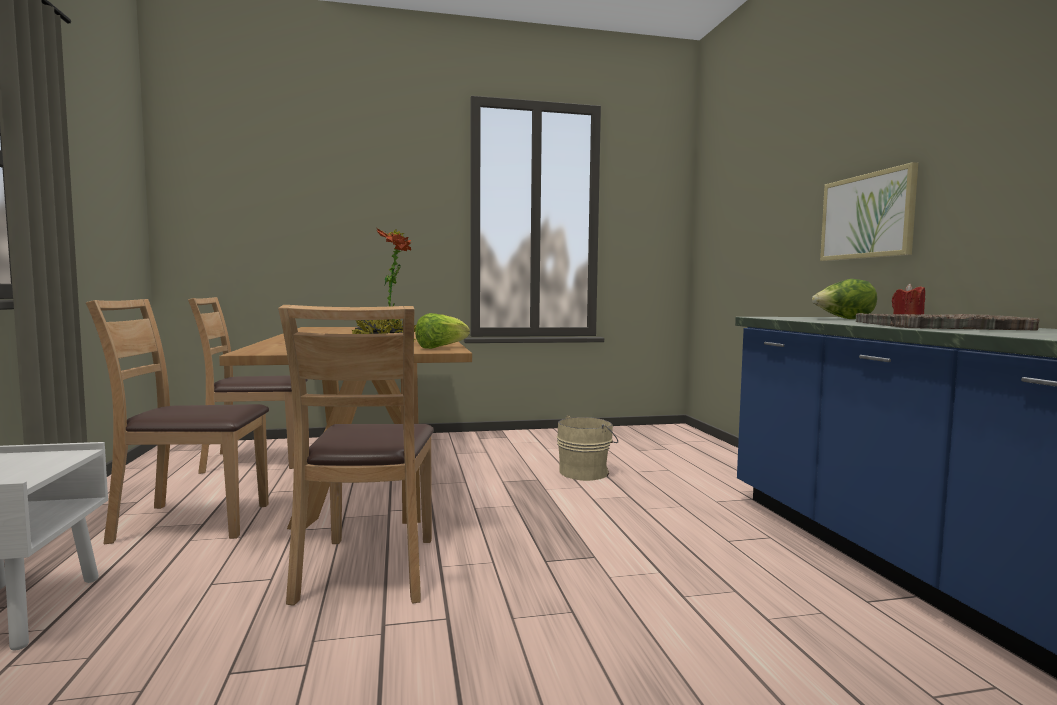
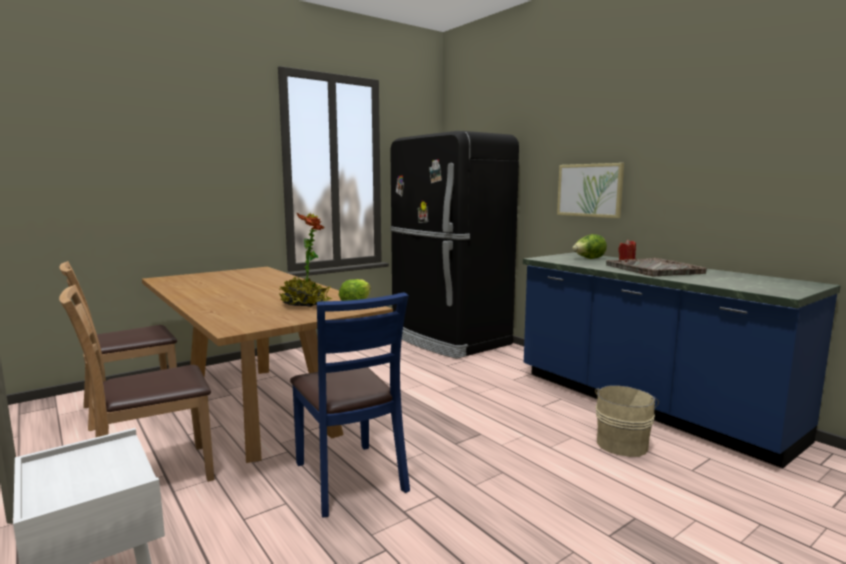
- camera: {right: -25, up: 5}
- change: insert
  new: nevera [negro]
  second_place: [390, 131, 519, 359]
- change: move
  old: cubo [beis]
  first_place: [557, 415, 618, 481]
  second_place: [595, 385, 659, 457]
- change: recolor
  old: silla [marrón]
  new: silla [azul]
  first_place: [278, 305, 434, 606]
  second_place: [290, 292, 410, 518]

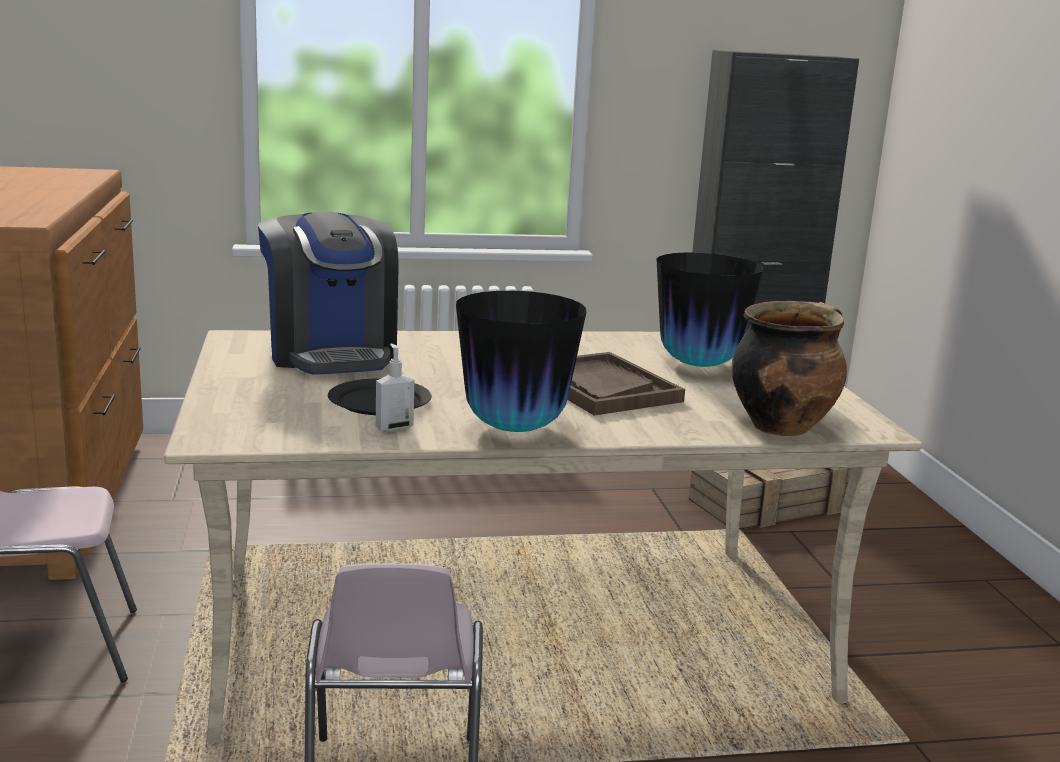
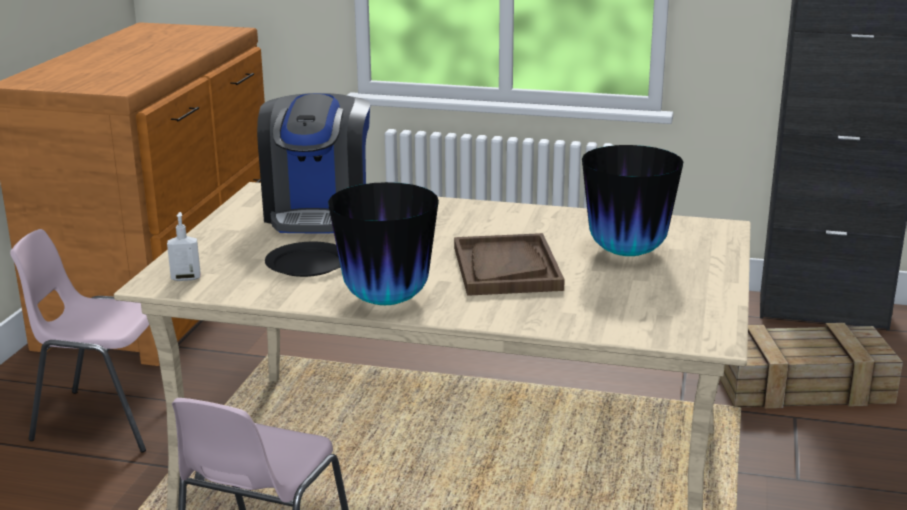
- camera: {right: 25, up: 5}
- change: delete
  old: olla
  first_place: [732, 301, 847, 436]
- change: move
  old: dispensador de jabón
  first_place: [376, 344, 414, 432]
  second_place: [167, 212, 201, 281]

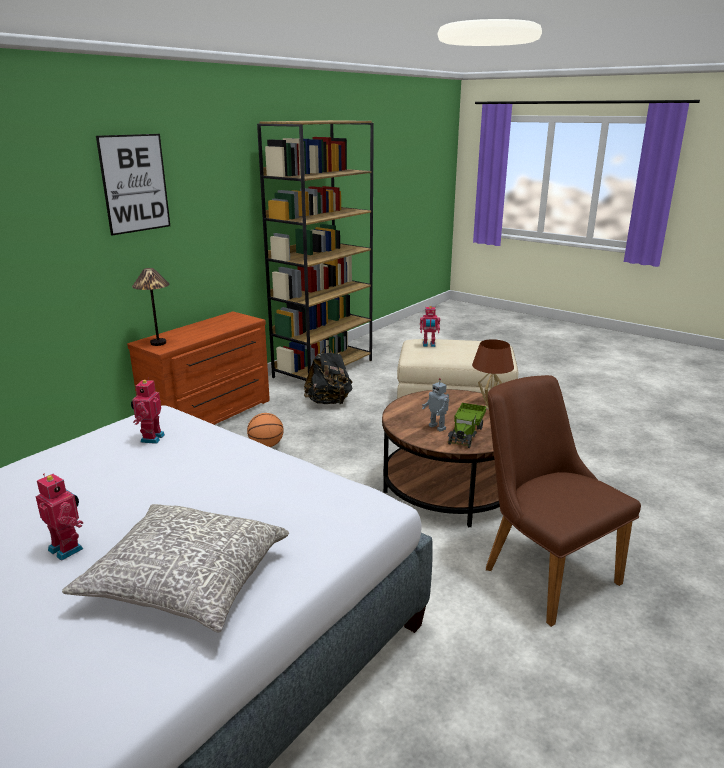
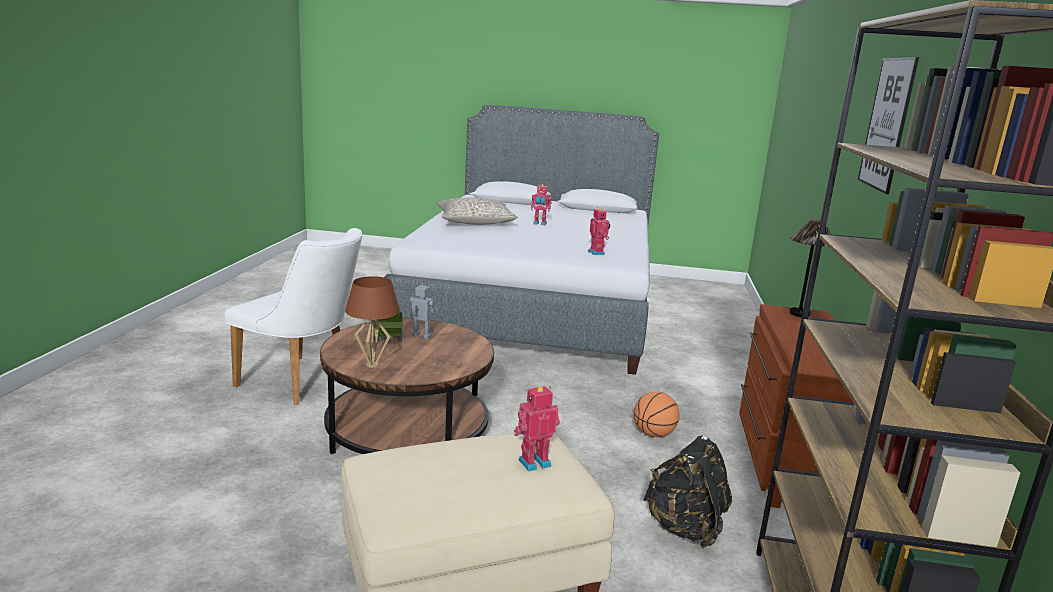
- camera: {right: 150, up: -5}
- change: recolor
  old: silla [marrón]
  new: silla [blanco]
  first_place: [486, 375, 641, 627]
  second_place: [225, 228, 362, 405]

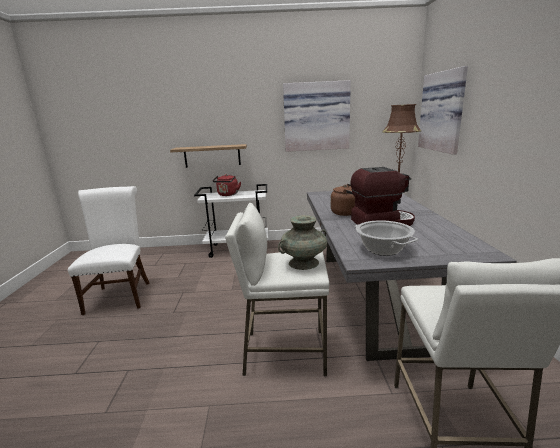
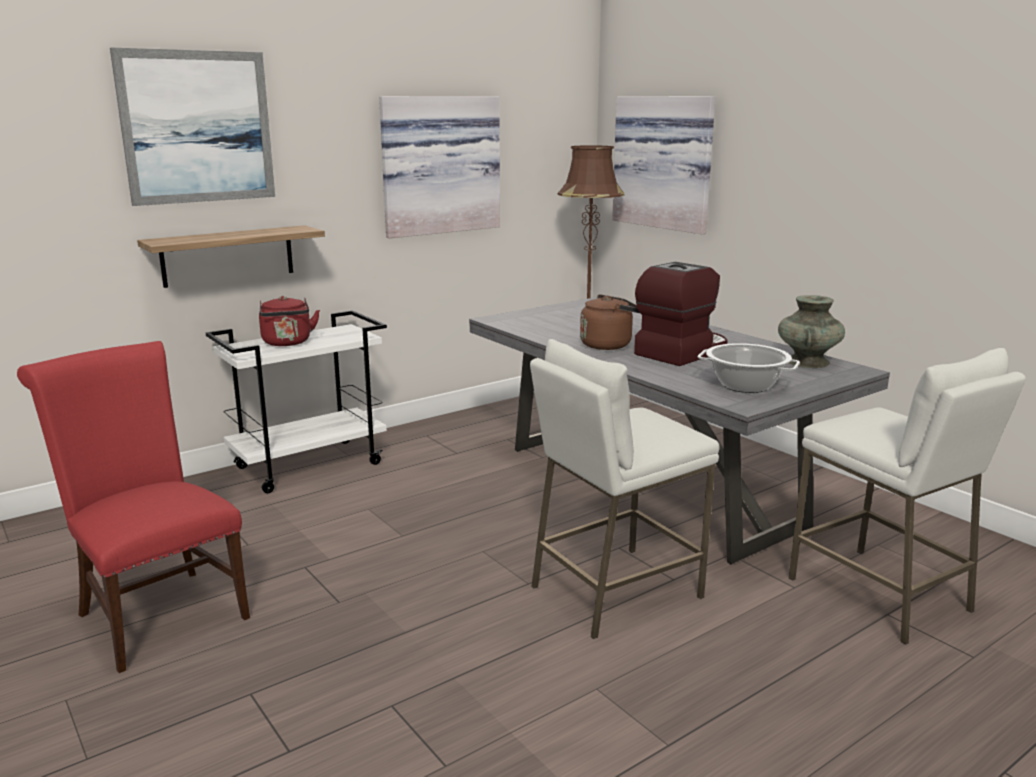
- camera: {right: -35, up: 0}
- change: insert
  new: cuadro
  second_place: [110, 48, 275, 206]
- change: move
  old: florero [turquesa]
  first_place: [278, 215, 327, 270]
  second_place: [778, 295, 845, 368]
- change: recolor
  old: silla [blanco]
  new: silla [rojo]
  first_place: [68, 186, 150, 315]
  second_place: [17, 341, 250, 673]

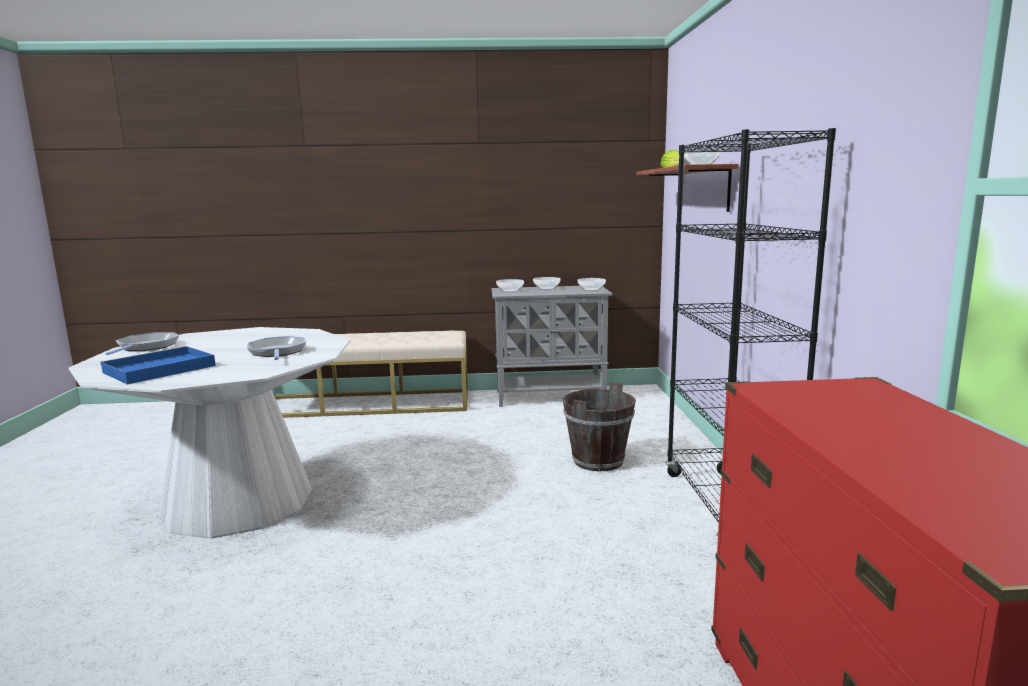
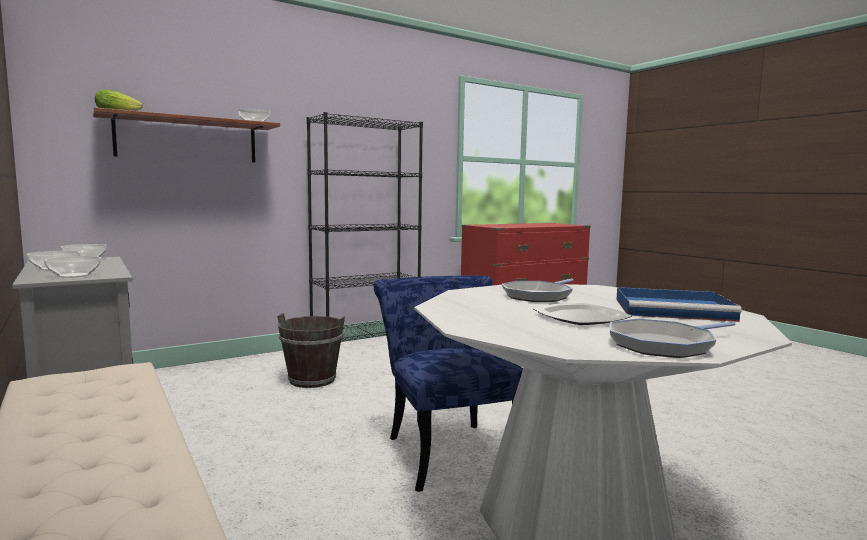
- camera: {right: -120, up: -5}
- change: insert
  new: silla [azul]
  second_place: [374, 275, 523, 492]
- change: insert
  new: plato
  second_place: [533, 303, 632, 325]

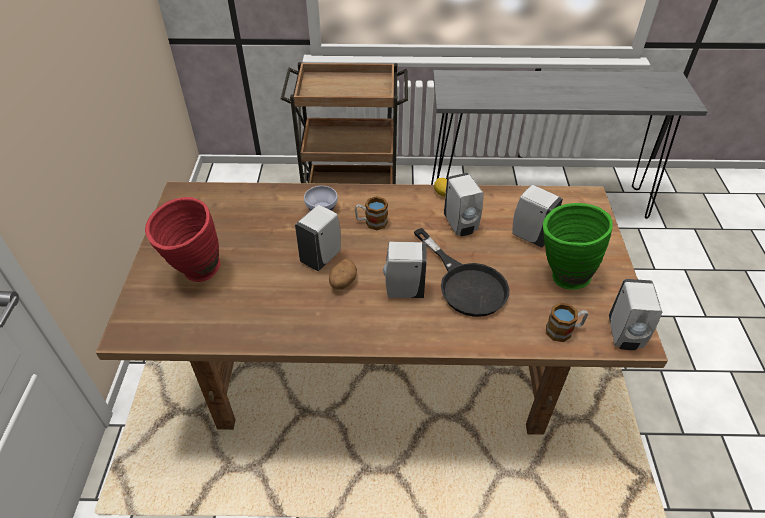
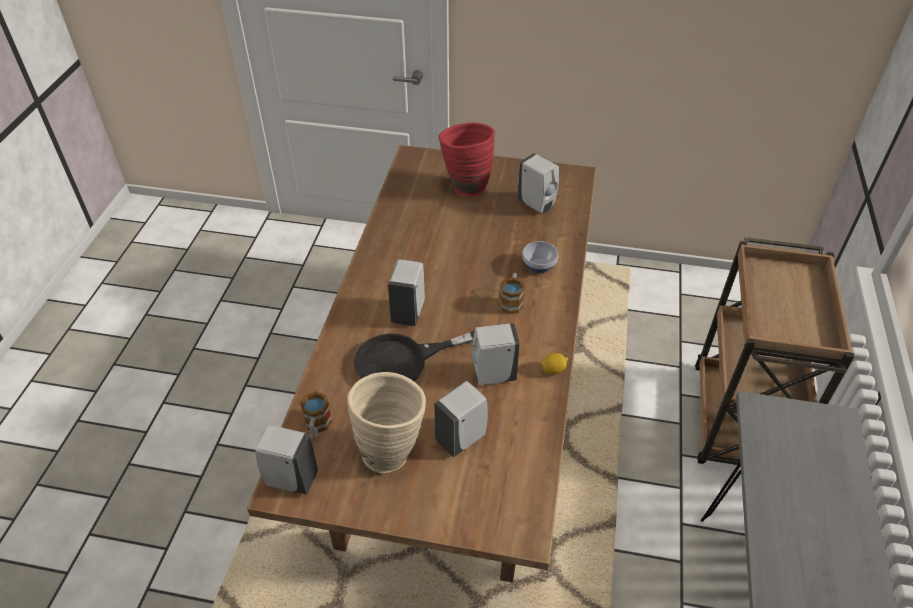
- camera: {right: 100, up: 0}
- change: delete
  old: patata
  first_place: [329, 259, 357, 289]
- change: move
  old: dispensador de jabón [blanco]
  first_place: [295, 205, 341, 271]
  second_place: [517, 153, 559, 213]
- change: recolor
  old: florero [verde]
  new: florero [beis]
  first_place: [543, 203, 613, 290]
  second_place: [347, 372, 426, 473]

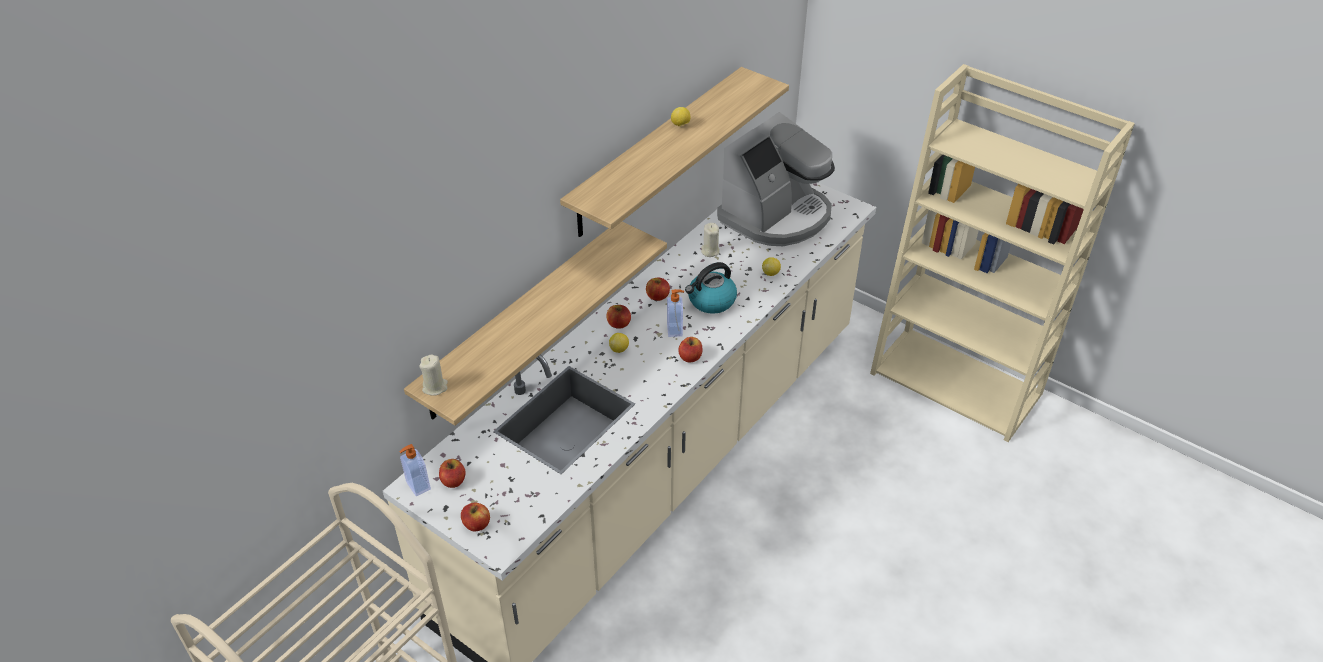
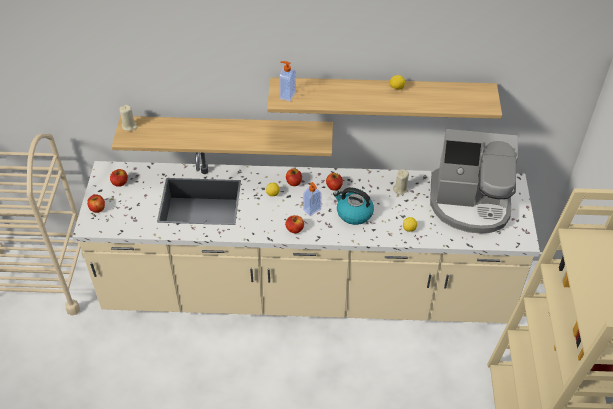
- camera: {right: 55, up: 5}
- change: move
  old: dispensador de jabón
  first_place: [400, 444, 431, 496]
  second_place: [279, 61, 296, 101]

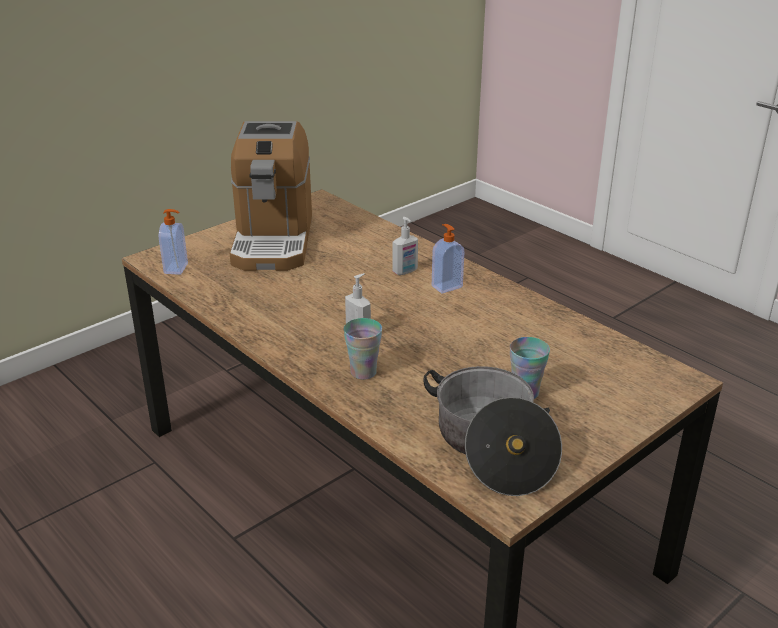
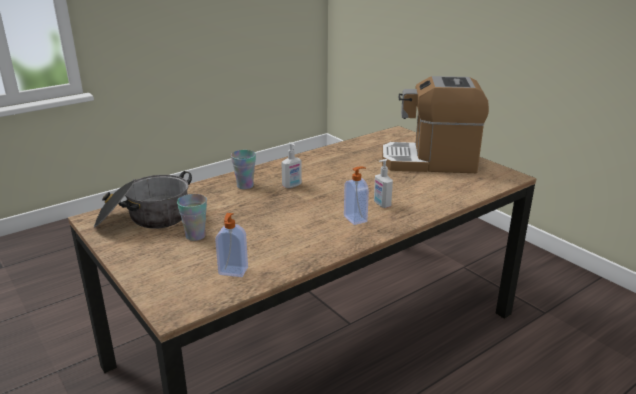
- camera: {right: 95, up: -5}
- change: move
  old: dispensador de jabón
  first_place: [159, 209, 188, 275]
  second_place: [215, 213, 248, 277]

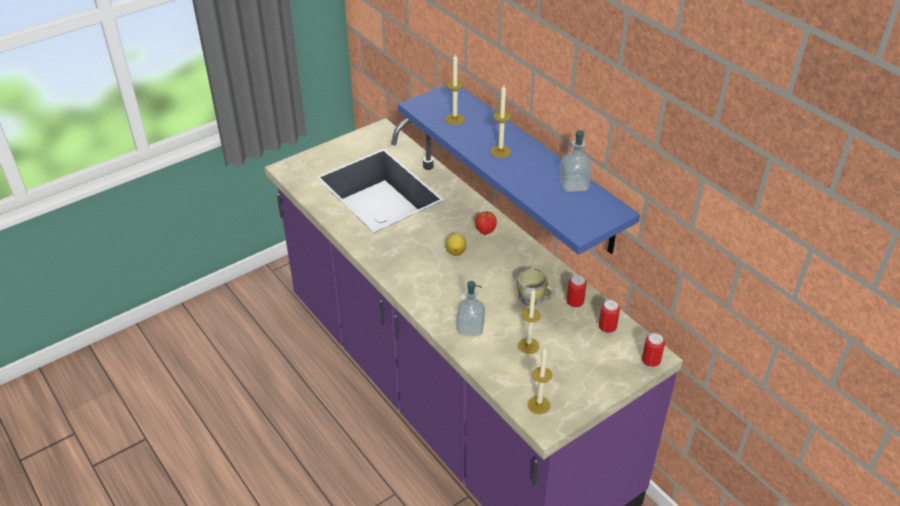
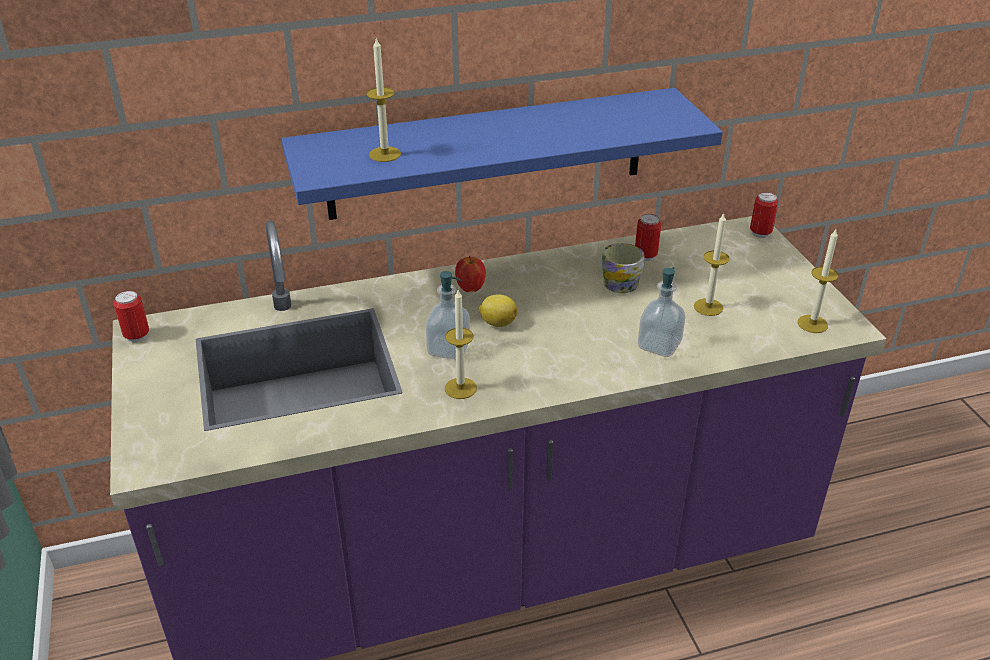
- camera: {right: -70, up: -5}
- change: move
  old: vela
  first_place: [491, 85, 511, 158]
  second_place: [445, 290, 477, 399]
- change: move
  old: dispensador de jabón
  first_place: [560, 130, 592, 192]
  second_place: [426, 271, 470, 360]
- change: move
  old: lata
  first_place: [599, 300, 620, 334]
  second_place: [113, 290, 149, 342]

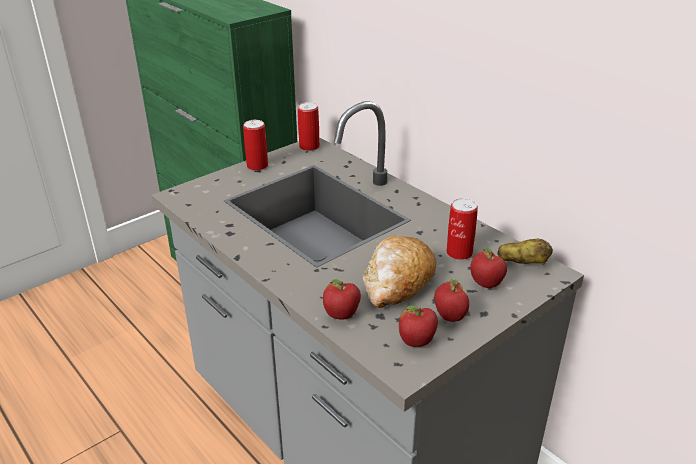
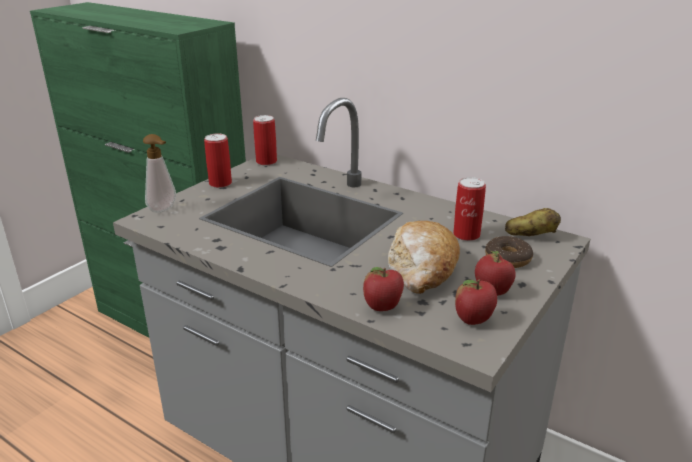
- camera: {right: -15, up: -5}
- change: insert
  new: dispensador de jabón
  second_place: [143, 134, 176, 213]
- change: replace
  old: manzana
  new: rosquilla
  first_place: [470, 248, 507, 288]
  second_place: [485, 236, 533, 268]

